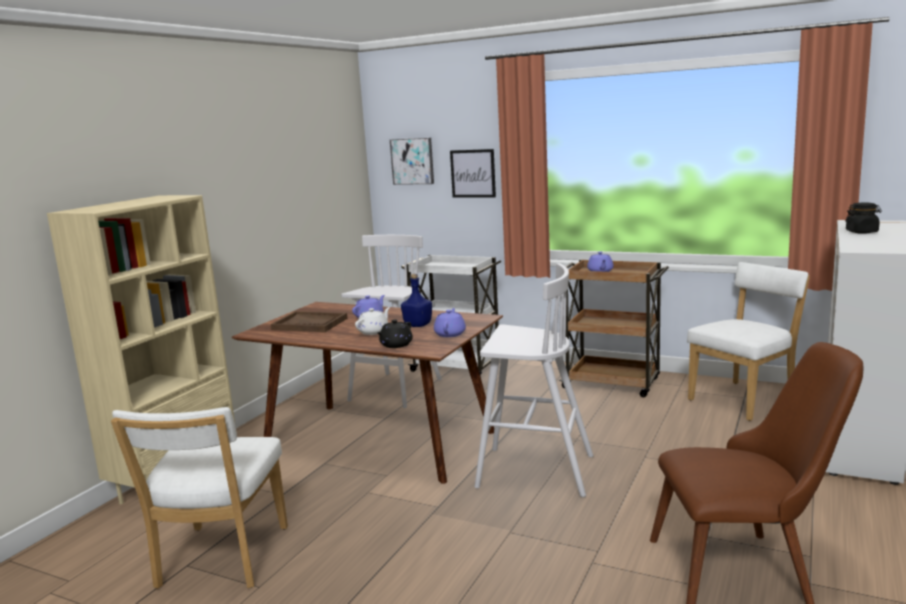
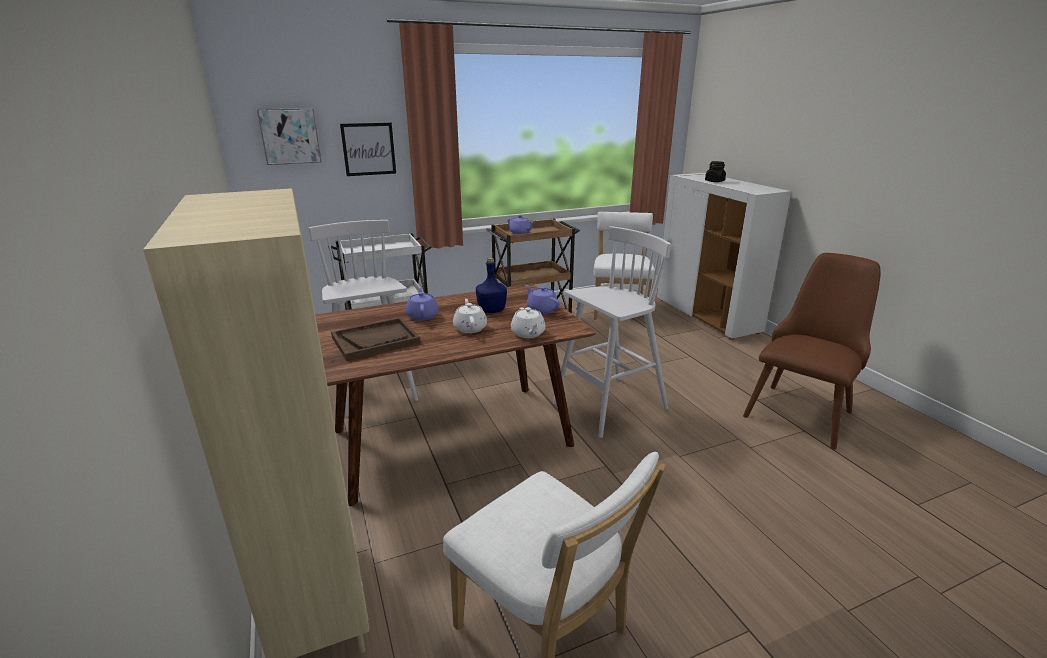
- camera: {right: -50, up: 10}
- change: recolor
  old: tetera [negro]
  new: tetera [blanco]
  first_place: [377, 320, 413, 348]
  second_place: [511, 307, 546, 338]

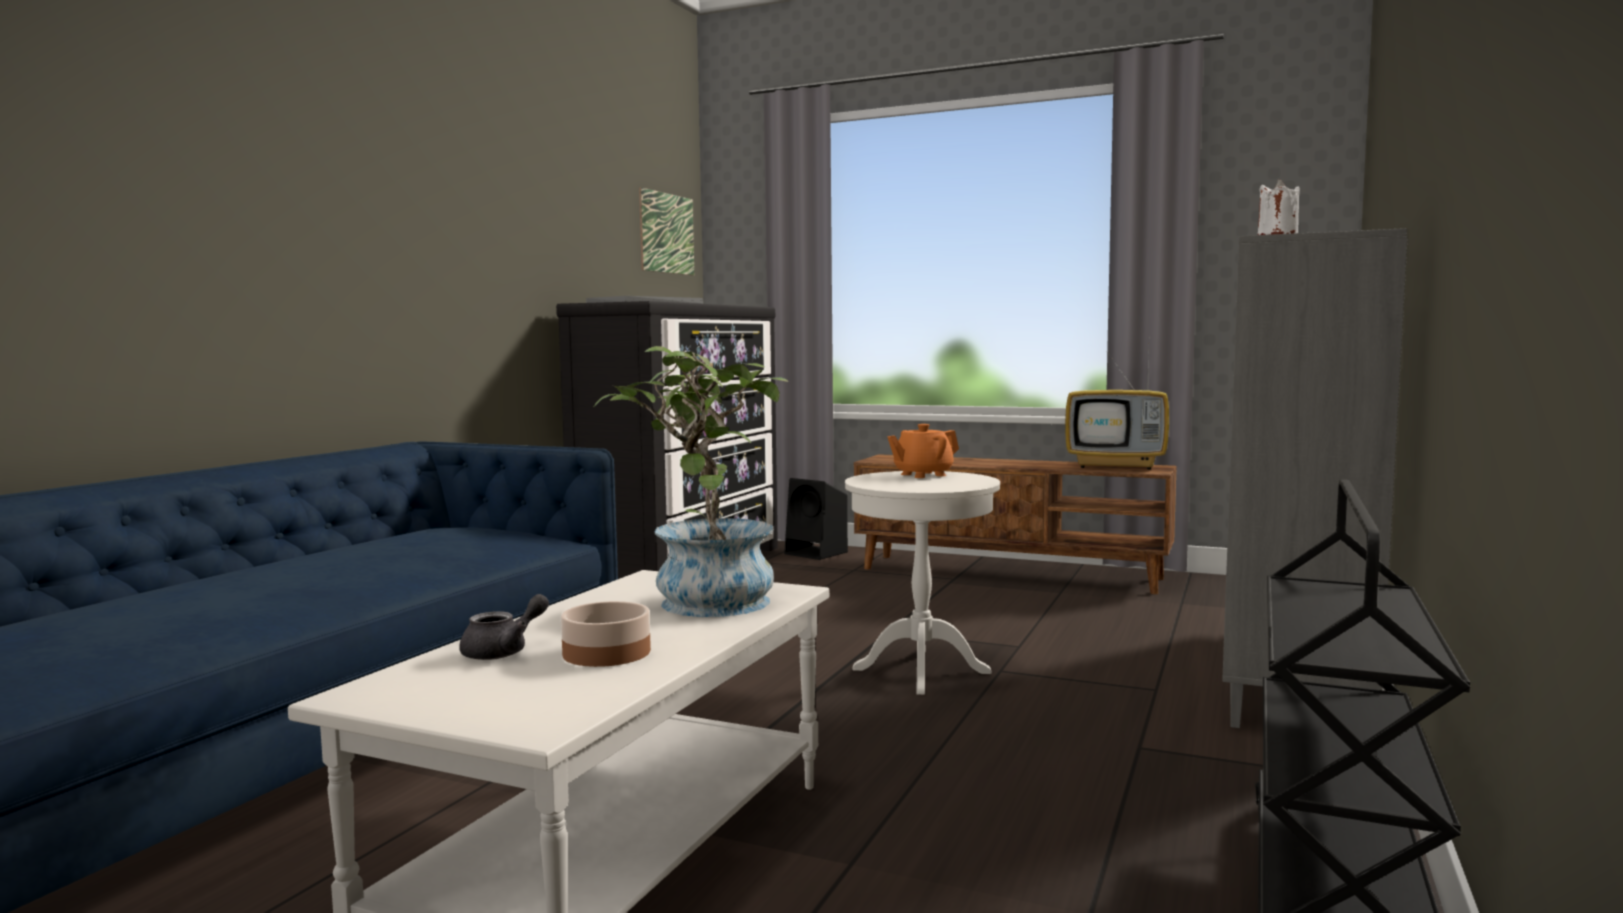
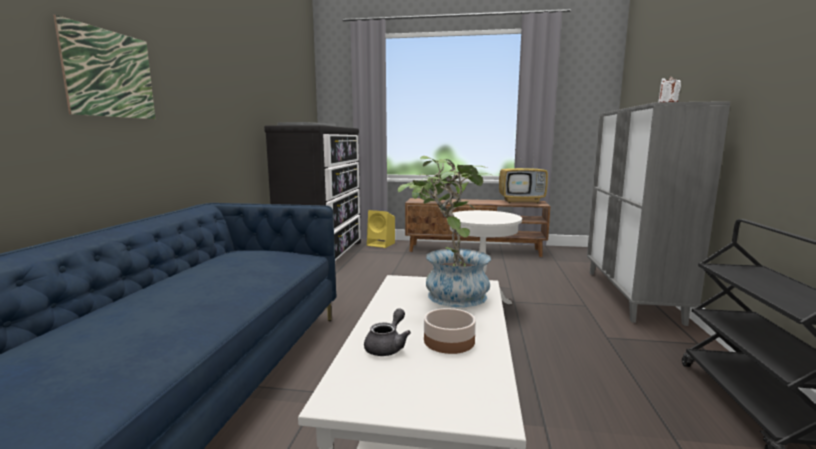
- camera: {right: -15, up: 5}
- change: delete
  old: tetera [naranja]
  first_place: [887, 424, 959, 478]
- change: move
  old: cuadro
  first_place: [639, 187, 694, 275]
  second_place: [53, 15, 156, 119]
- change: recolor
  old: altavoz [negro]
  new: altavoz [amarillo]
  first_place: [784, 478, 848, 560]
  second_place: [367, 210, 395, 248]

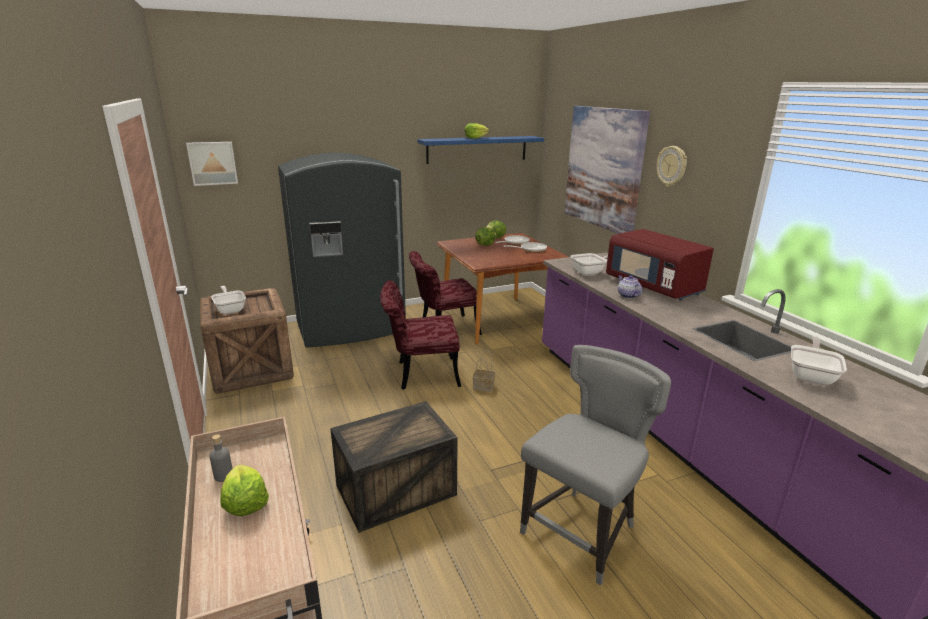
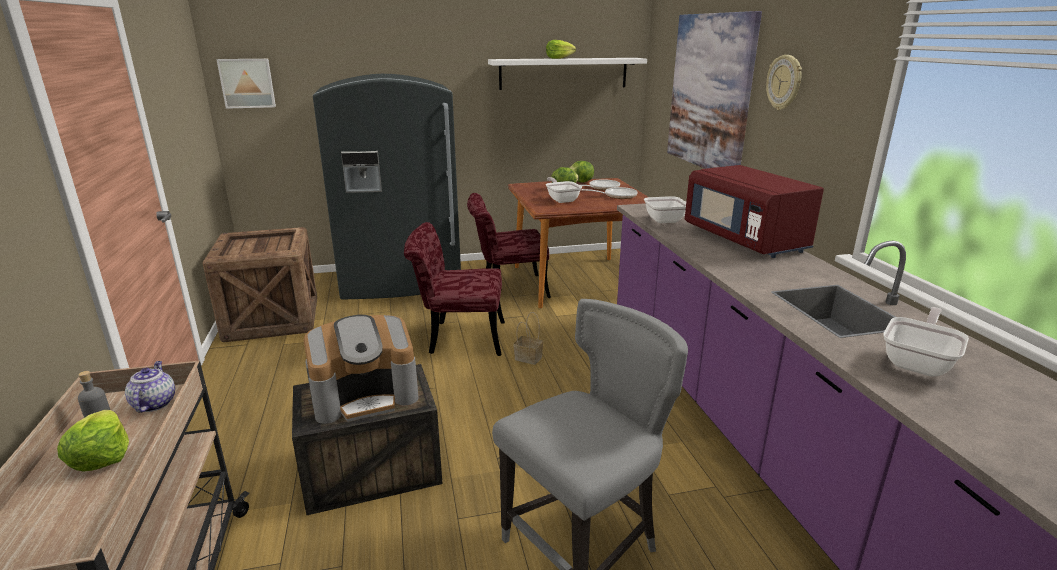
- camera: {right: 10, up: 0}
- change: insert
  new: cafetera
  second_place: [304, 315, 419, 424]
- change: move
  old: sartén
  first_place: [211, 286, 246, 314]
  second_place: [546, 177, 582, 203]
- change: move
  old: tetera
  first_place: [618, 275, 642, 298]
  second_place: [125, 361, 175, 413]
- change: recolor
  old: estante [azul]
  new: estante [blanco]
  first_place: [417, 136, 544, 164]
  second_place: [488, 58, 647, 90]

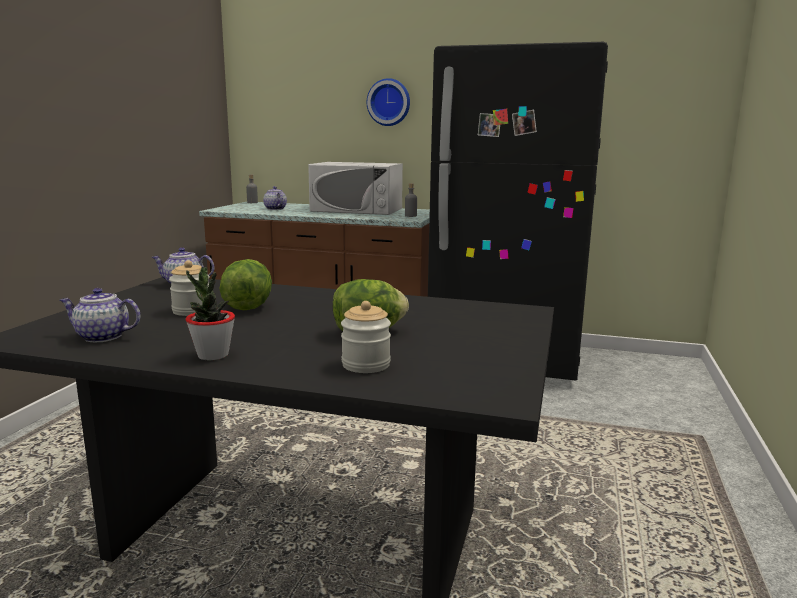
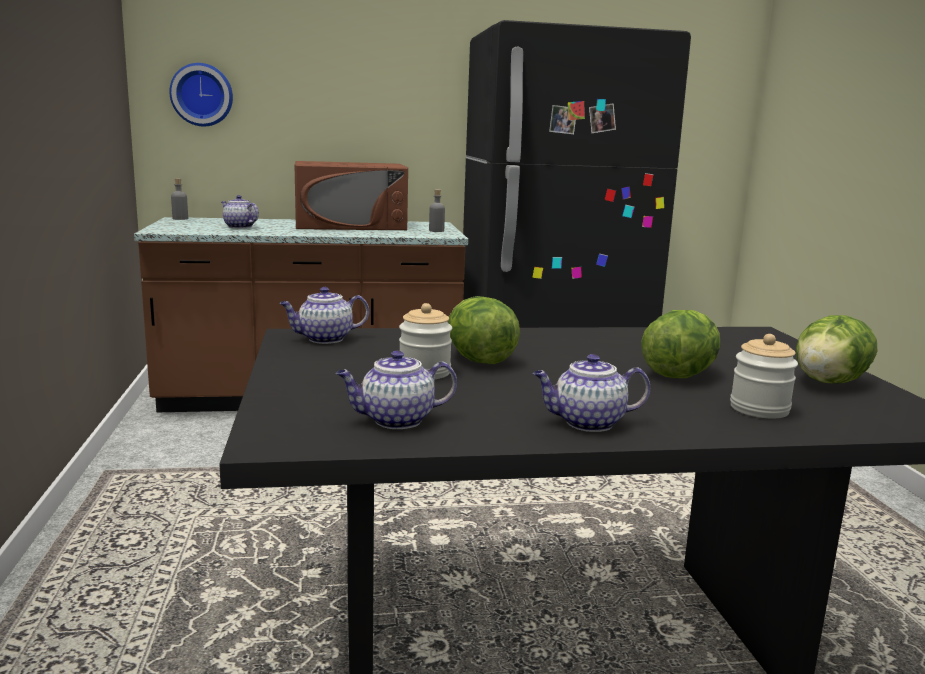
- camera: {right: -25, up: 0}
- change: insert
  new: lechuga
  second_place: [796, 315, 877, 384]
- change: move
  old: reloj de pared
  first_place: [367, 78, 410, 126]
  second_place: [169, 63, 233, 126]
- change: replace
  old: planta en maceta
  new: tetera
  first_place: [186, 267, 235, 360]
  second_place: [533, 354, 650, 432]
- change: recolor
  old: microondas [blanco]
  new: microondas [marrón]
  first_place: [308, 162, 403, 215]
  second_place: [294, 161, 408, 230]

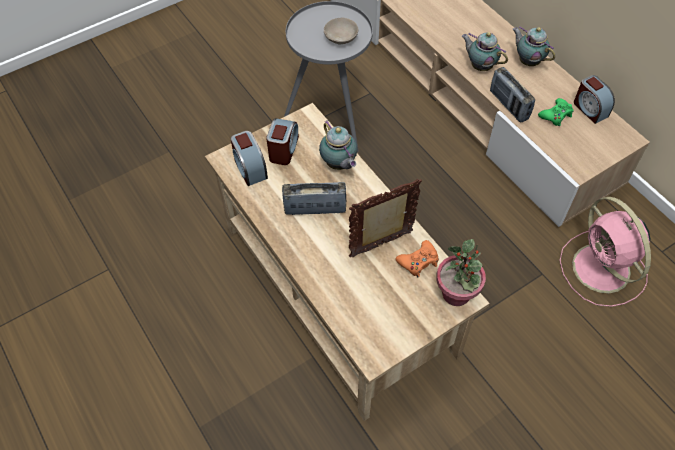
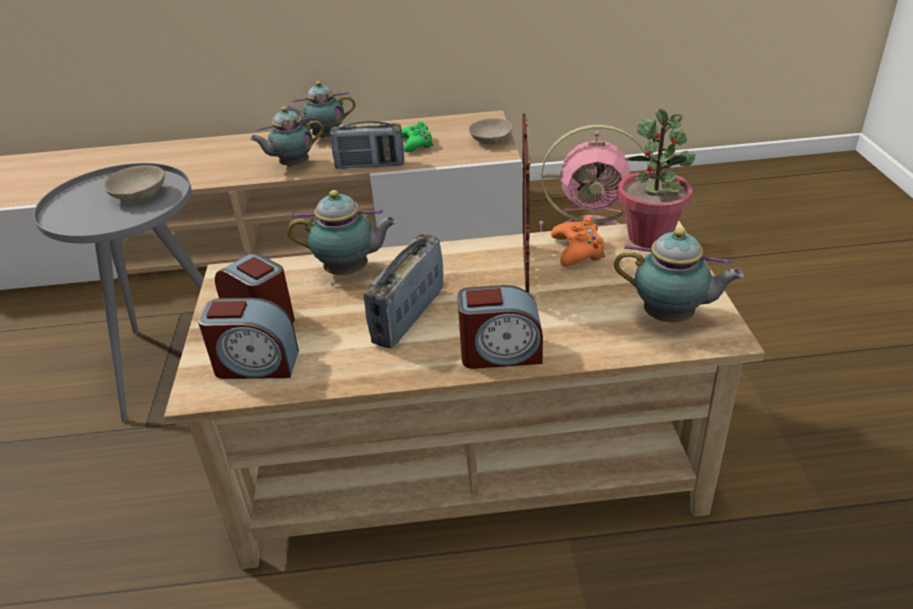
- camera: {right: -60, up: -20}
- change: insert
  new: cuenco [beis]
  second_place: [469, 118, 513, 145]
- change: insert
  new: tetera
  second_place: [614, 228, 744, 322]
- change: move
  old: despertador
  first_place: [574, 75, 615, 124]
  second_place: [457, 285, 543, 369]

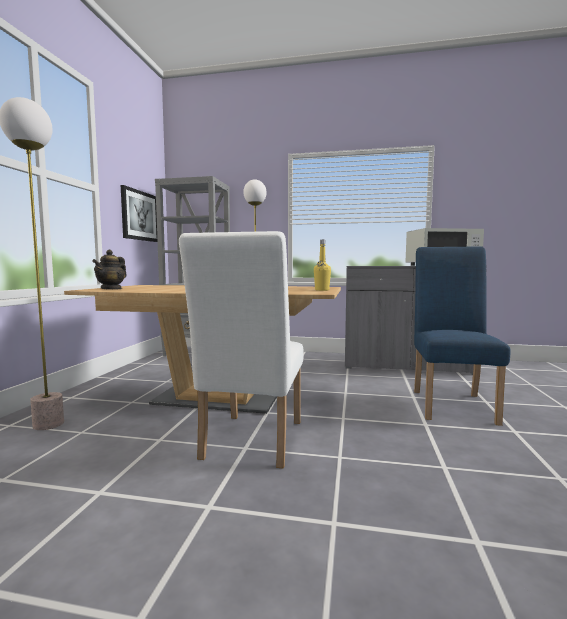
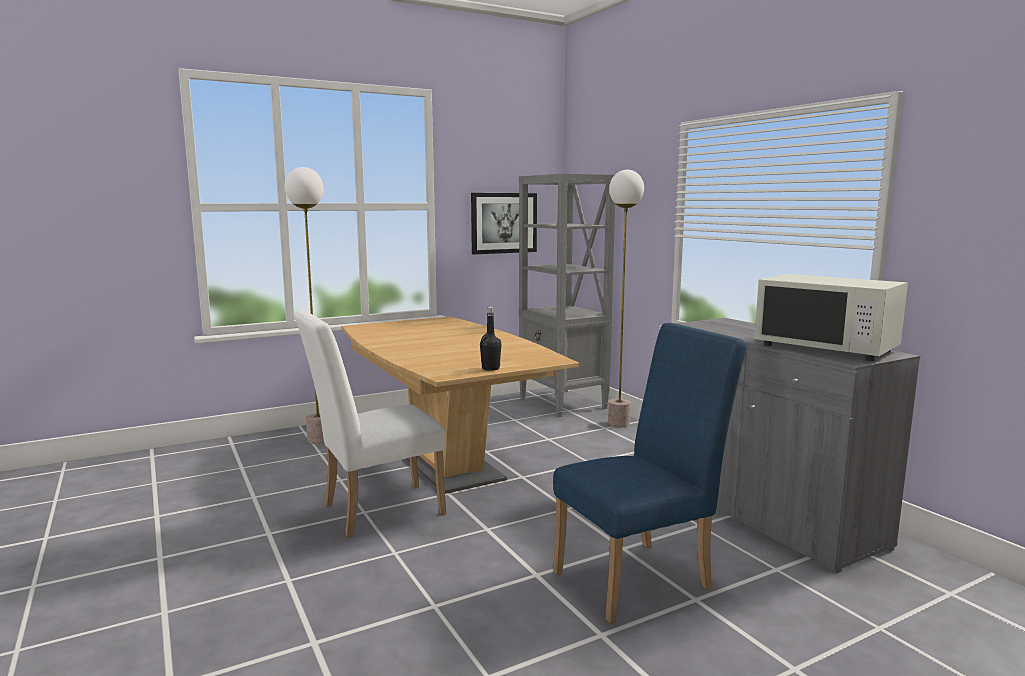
- camera: {right: 50, up: 5}
- change: delete
  old: tetera
  first_place: [92, 249, 127, 290]
- change: recolor
  old: botella [amarillo]
  new: botella [negro]
  first_place: [314, 240, 331, 291]
  second_place: [480, 307, 501, 371]

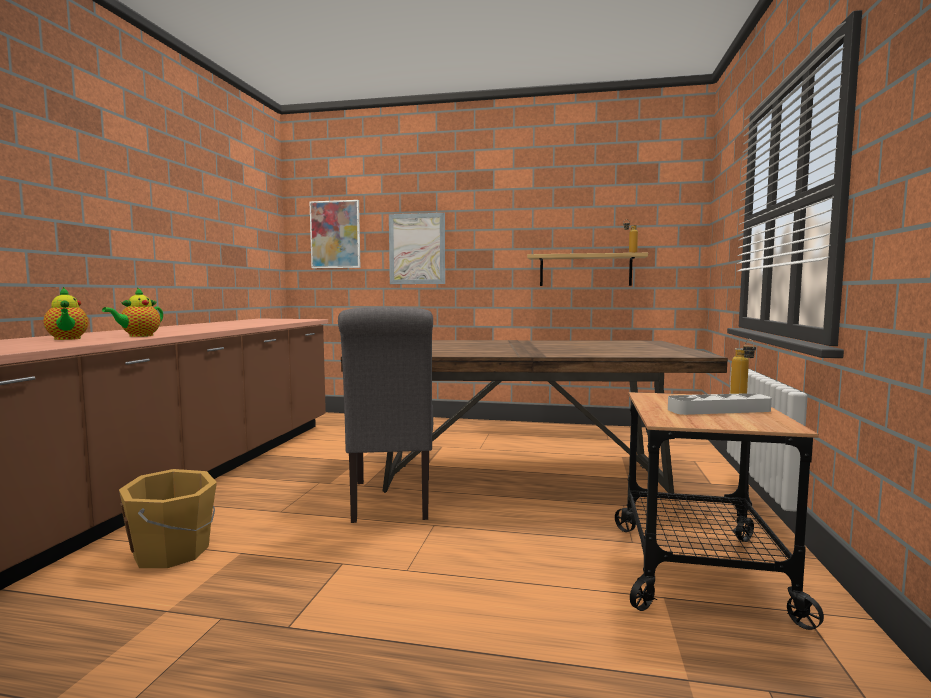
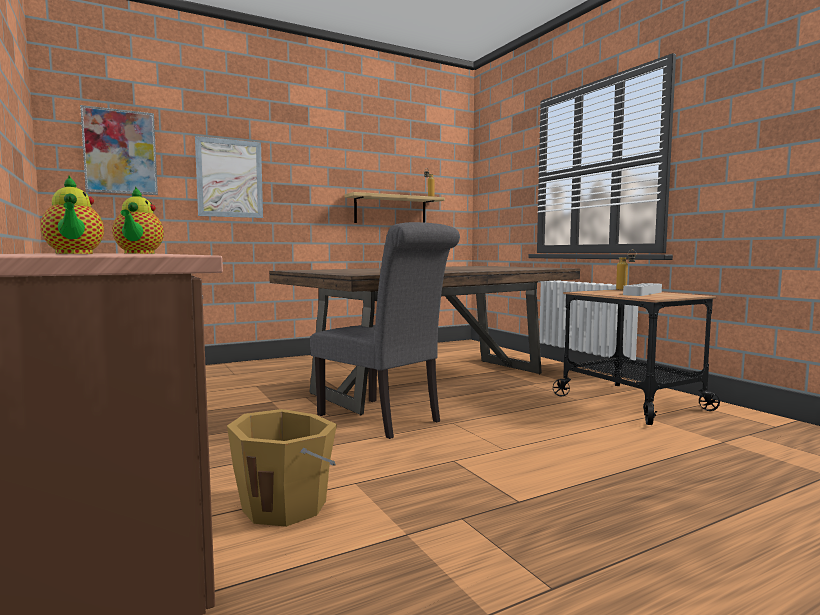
- camera: {right: -40, up: 0}
- change: rotate
  old: tetera
  first_place: [44, 287, 89, 340]
  second_place: [40, 176, 104, 254]
  degrees: 45

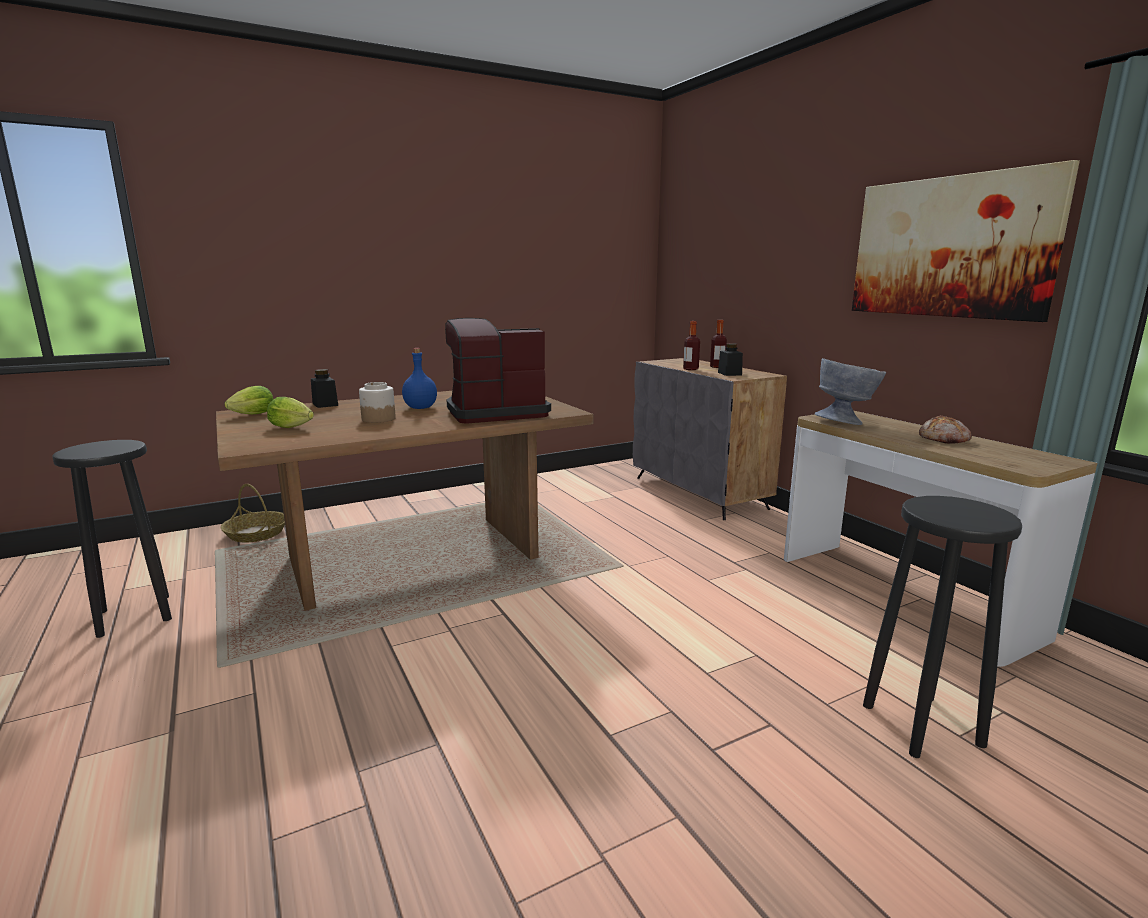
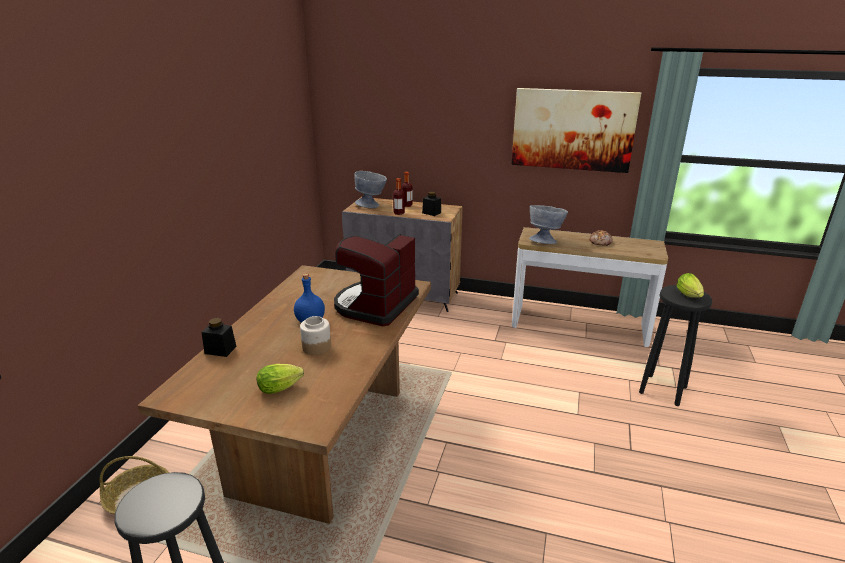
- camera: {right: -45, up: 10}
- change: insert
  new: cuenco [gris]
  second_place: [355, 171, 387, 208]
- change: move
  old: lechuga
  first_place: [224, 386, 274, 414]
  second_place: [677, 273, 704, 298]

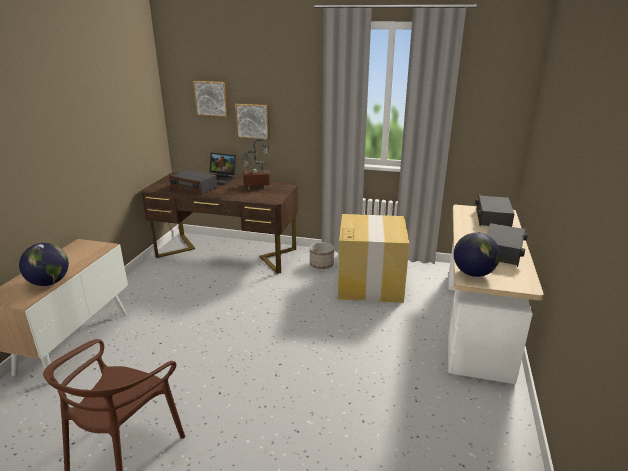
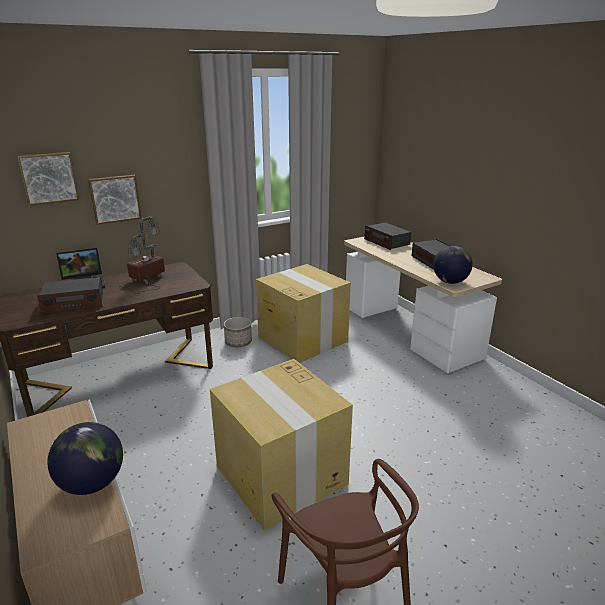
- camera: {right: -45, up: 0}
- change: insert
  new: caja de cartón
  second_place: [210, 359, 353, 531]

